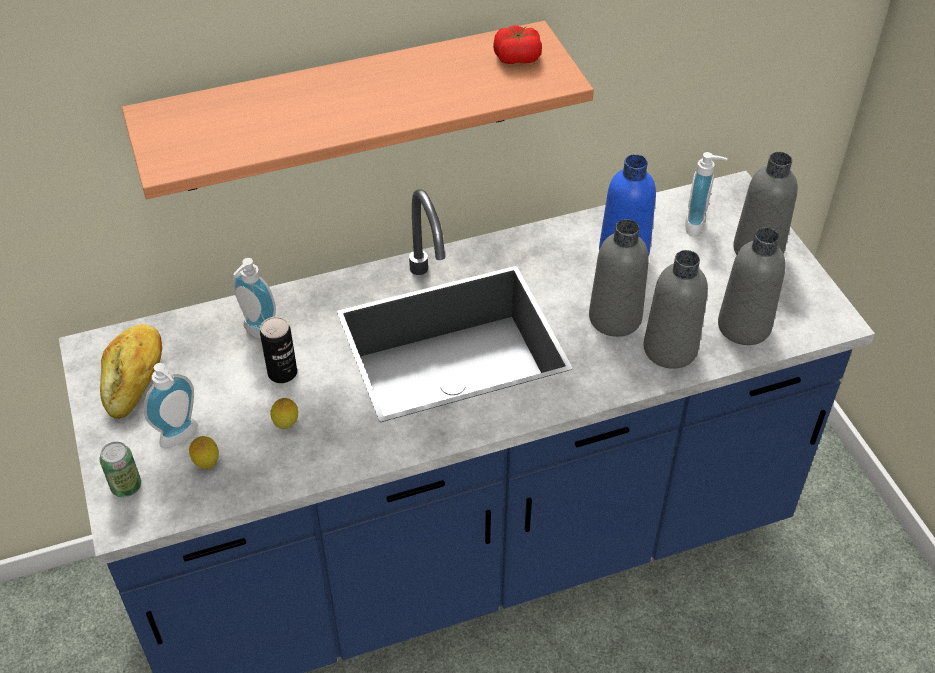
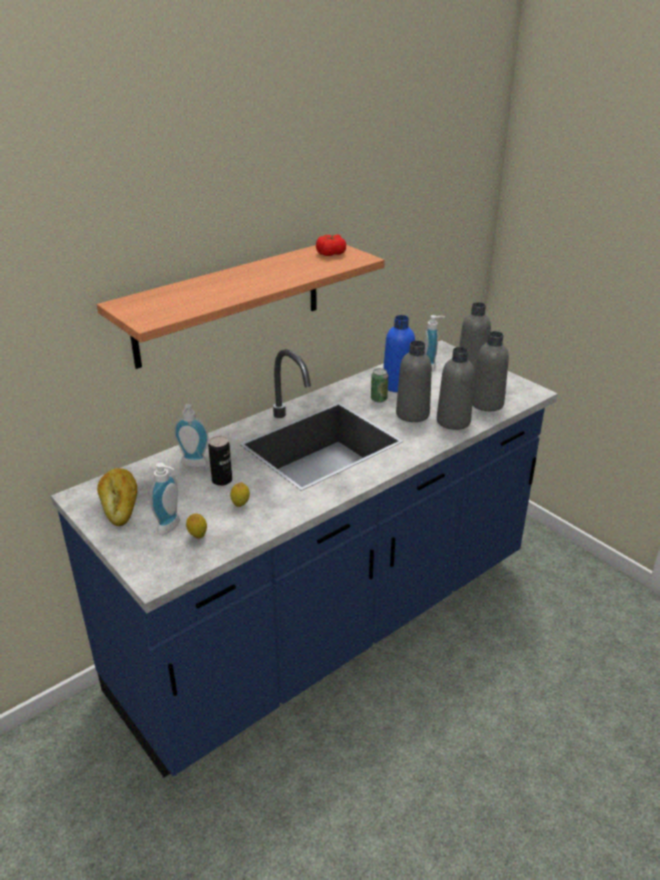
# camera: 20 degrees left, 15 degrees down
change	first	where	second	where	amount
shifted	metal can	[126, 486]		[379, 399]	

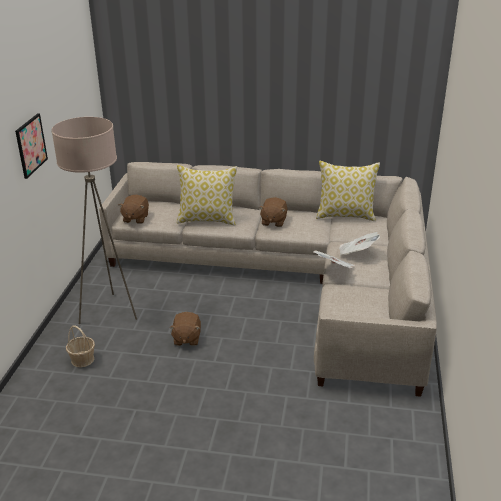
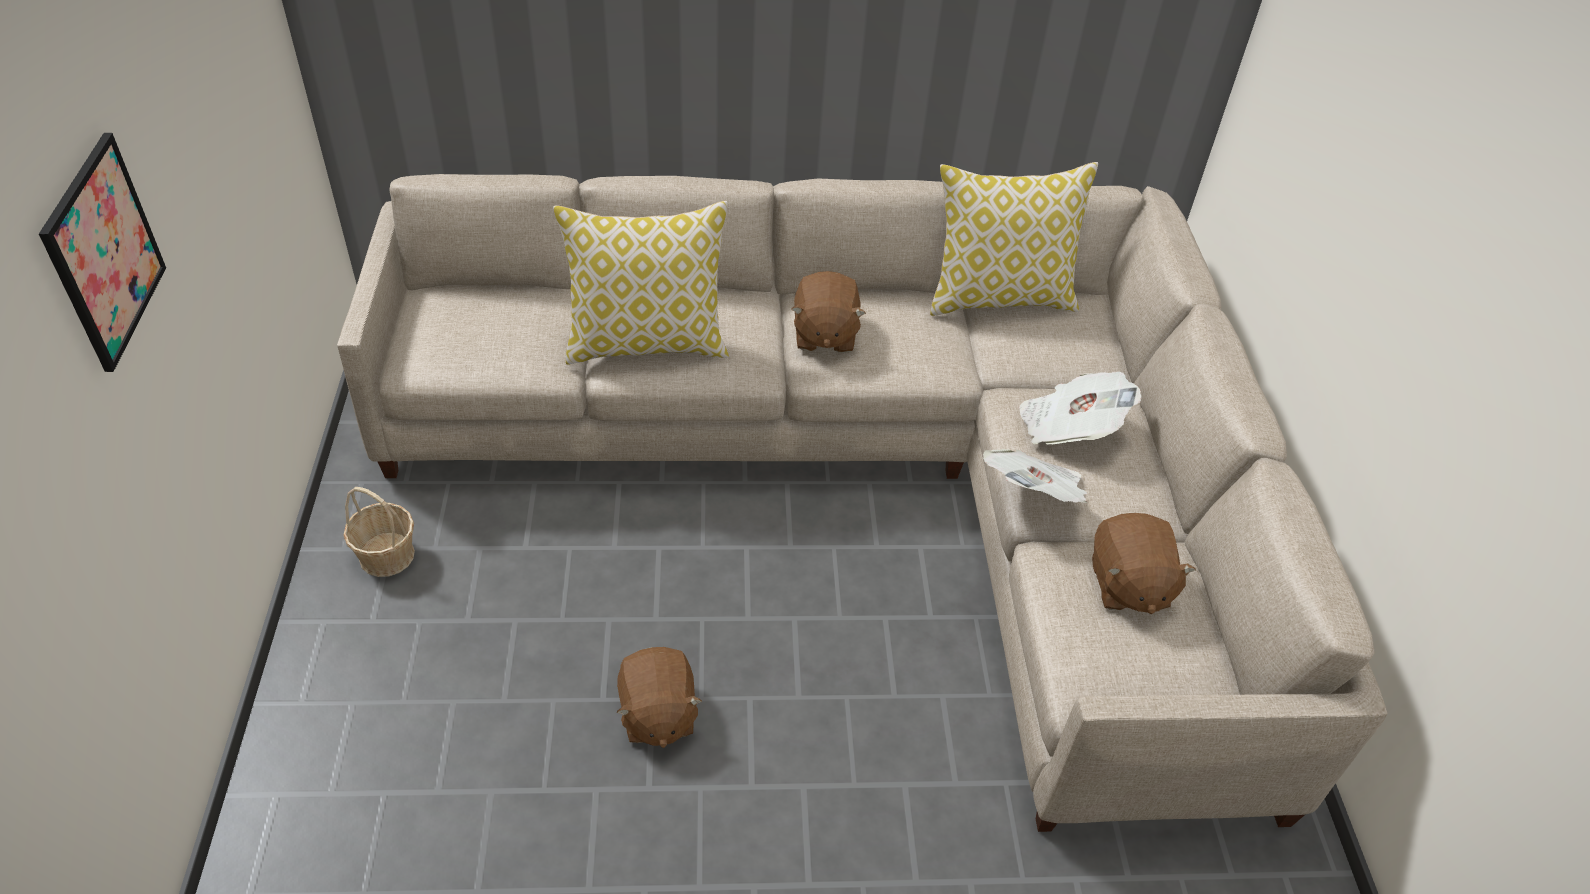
# camera: 15 degrees left, 15 degrees up
change	first	where	second	where	amount
gone	standing lamp (beige-coloured)	[109, 312]			
shifted	cuddly toy (brown-coloured)	[135, 218]		[1127, 585]	
shifted	storage basket	[82, 359]		[386, 555]	

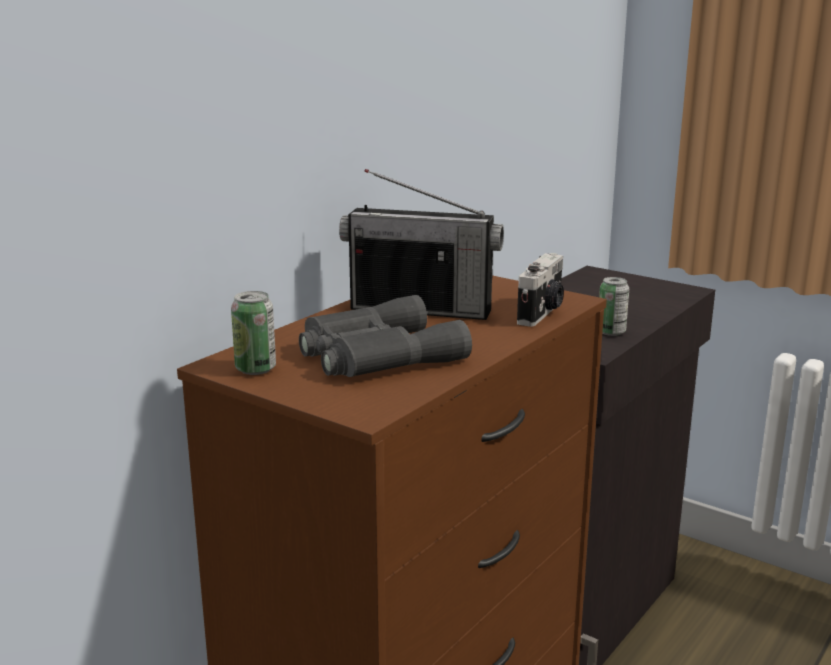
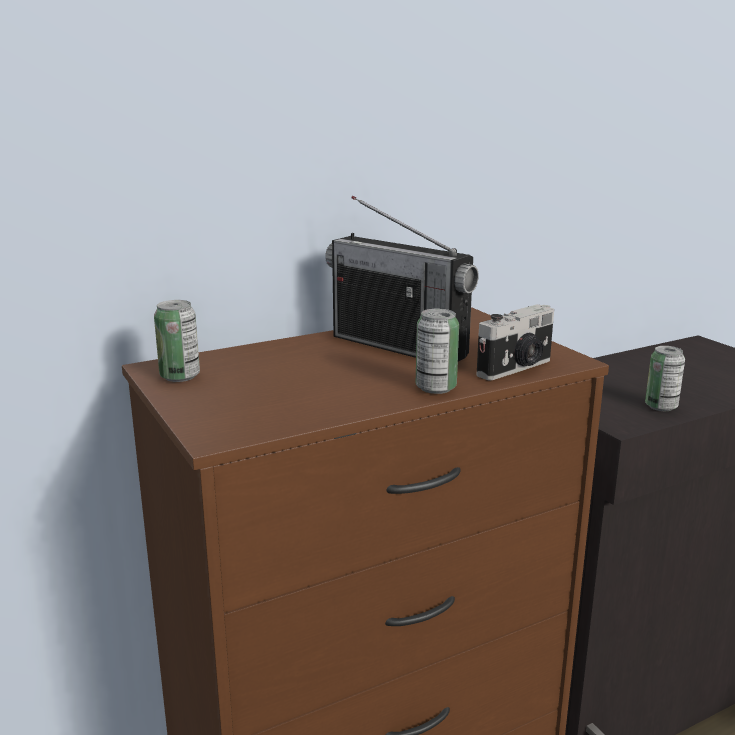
# camera: 25 degrees right, 0 degrees up
change	first	where	second	where	amount
gone	binoculars (greyish)	[375, 355]			
new			metal can	[435, 388]	

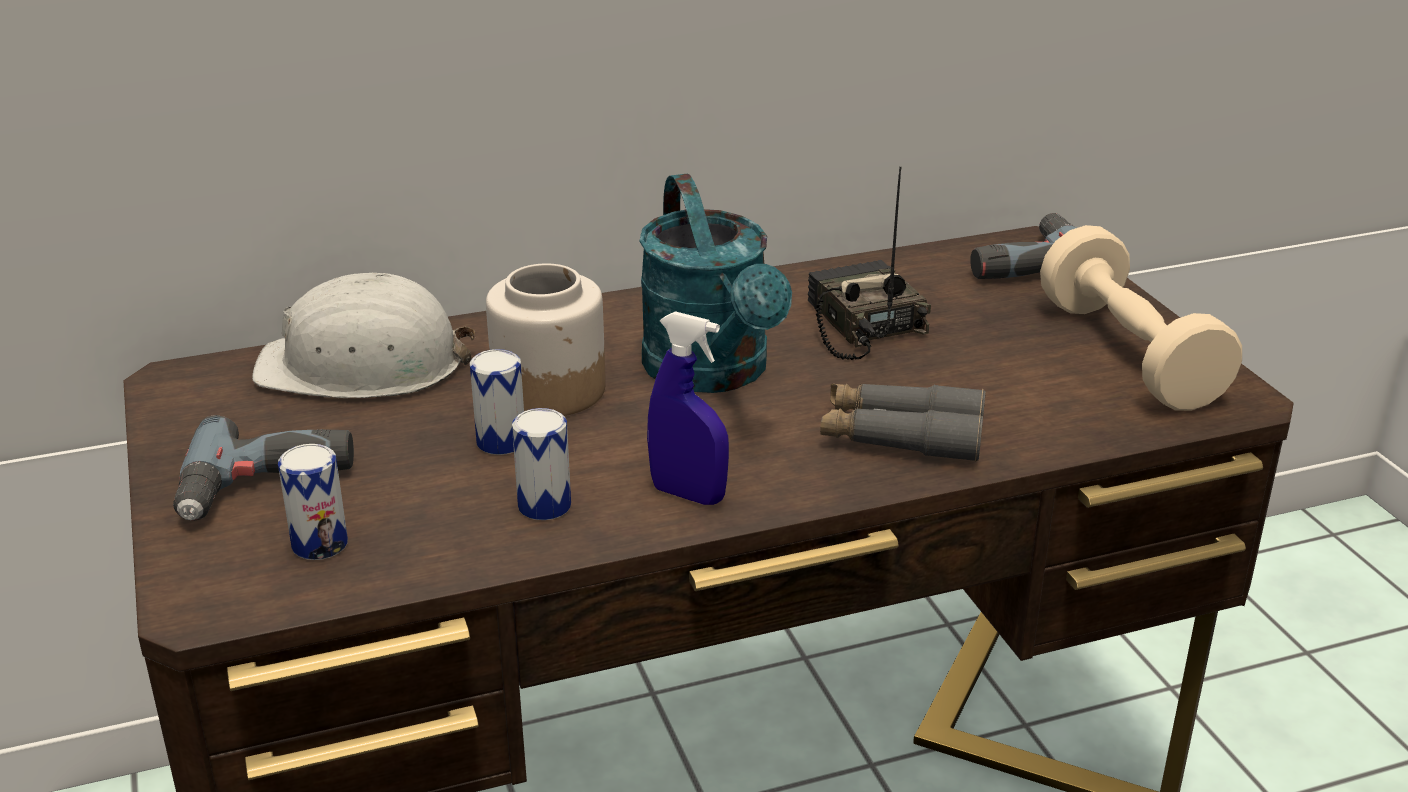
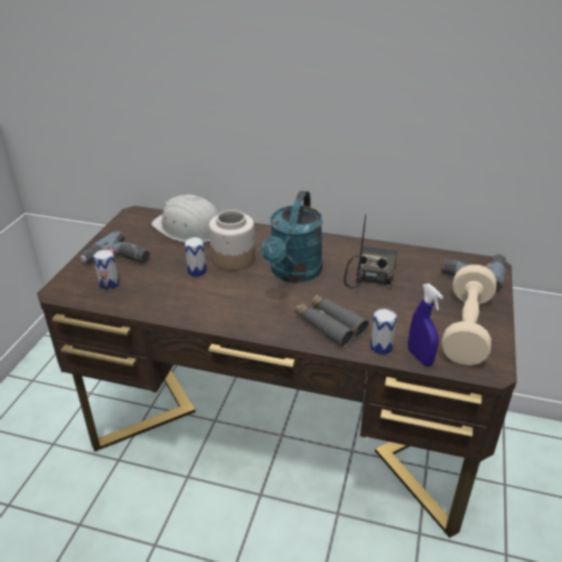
# camera: 35 degrees right, 5 degrees up
change	first	where	second	where	amount
shifted	sprayer (blue-coloured)	[688, 494]		[420, 357]	
shifted	metal can	[544, 505]		[381, 347]	

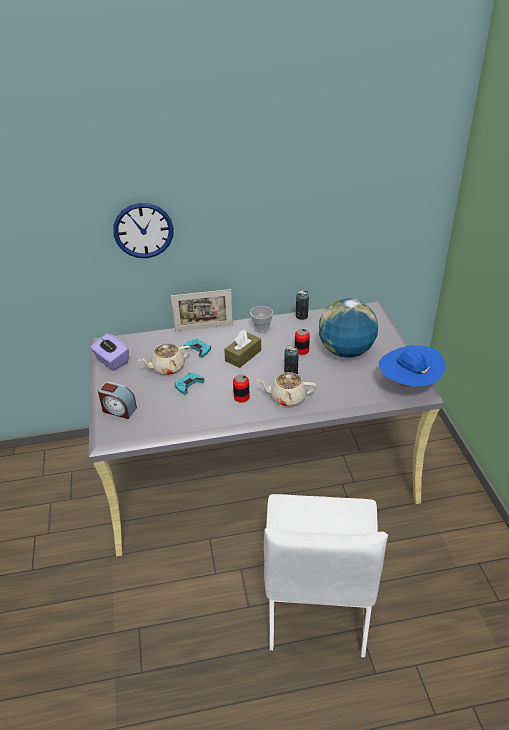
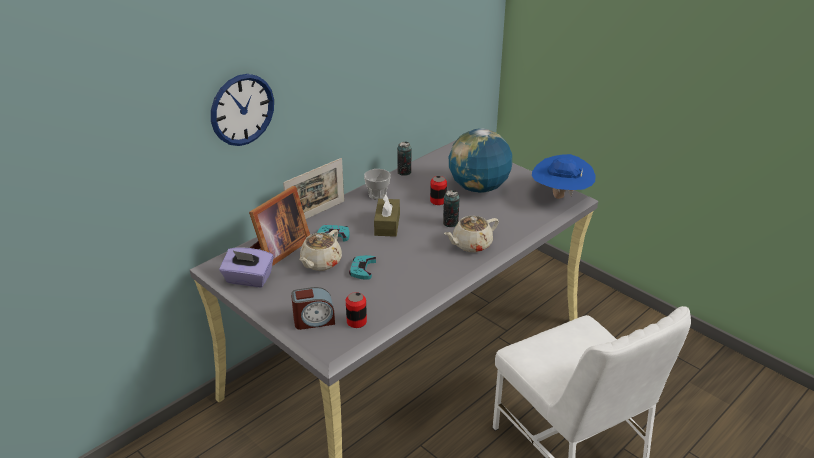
# camera: 35 degrees left, 5 degrees down
change	first	where	second	where	amount
shifted	metal can	[241, 397]		[356, 322]	
new			picture frame	[278, 250]	

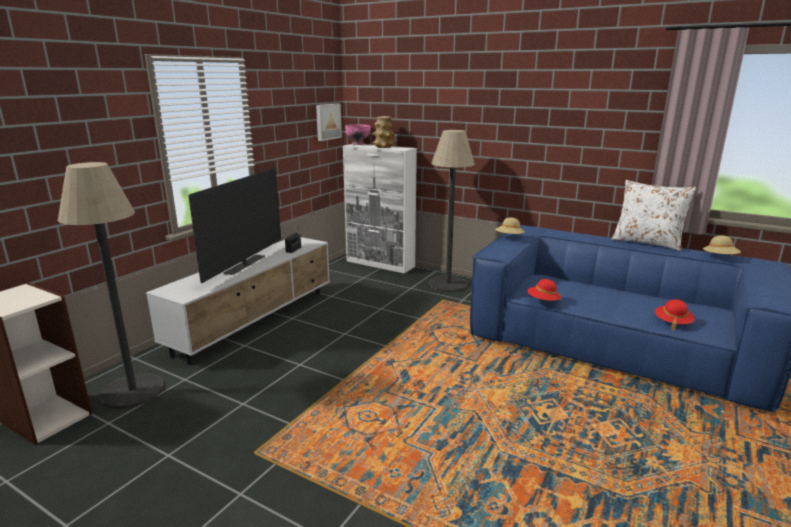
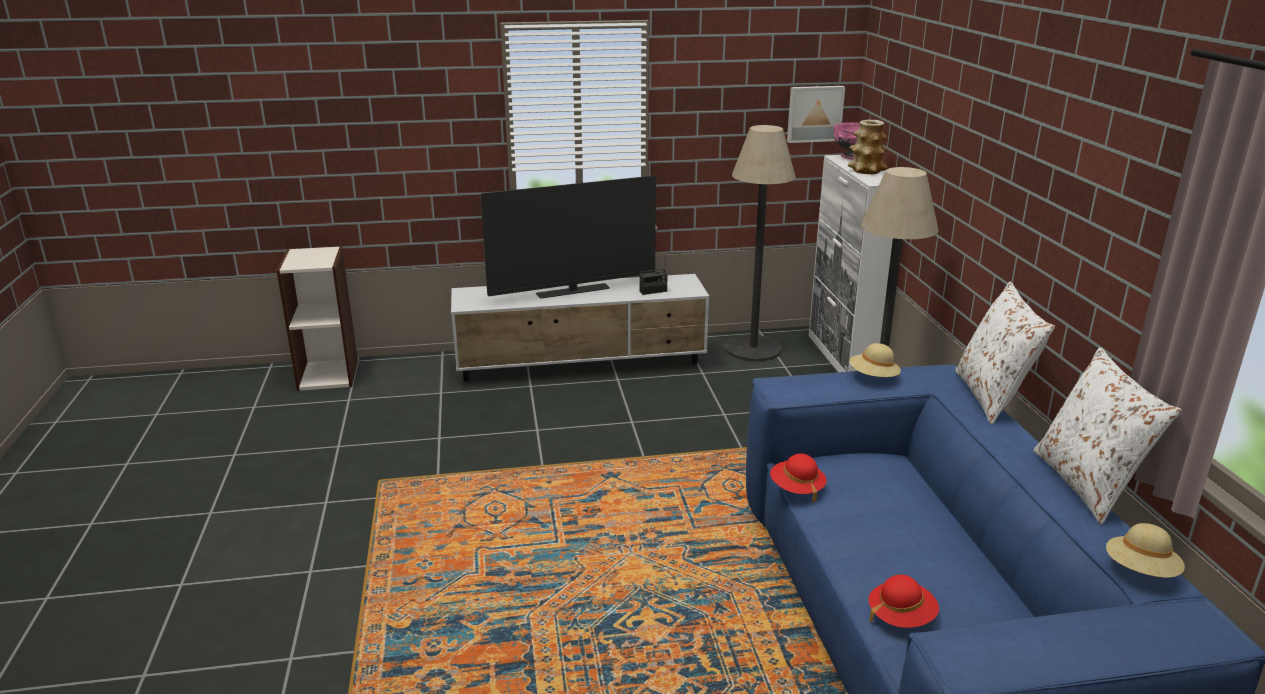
# camera: 50 degrees right, 5 degrees up
change	first	where	second	where	amount
shifted	standing lamp	[133, 391]		[753, 349]	
new			throw pillow (whitish)	[992, 397]	

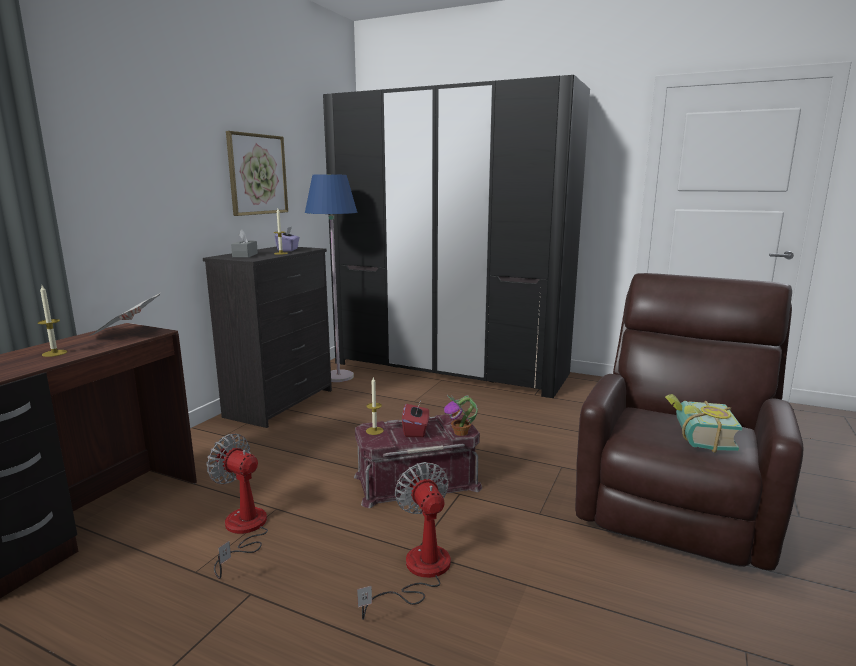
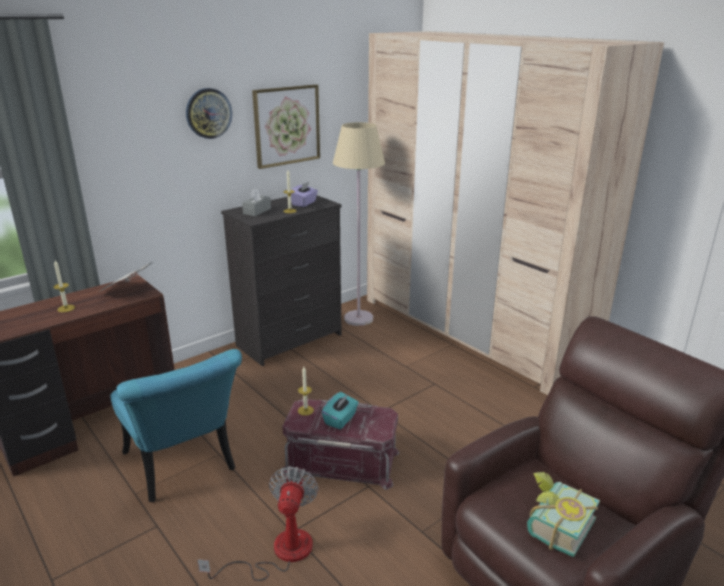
# camera: 25 degrees right, 10 degrees up
change	first	where	second	where	amount
repainted	wardrobe (blackish)	[449, 368]	wardrobe (beige-coloured)	[472, 330]	
repainted	standing lamp (blue-coloured)	[338, 377]	standing lamp (beige-coloured)	[359, 318]	
gone	plant in a pot	[461, 433]			
repainted	tissue holder (red-coloured)	[416, 430]	tissue holder (turquoise)	[340, 419]	
swapped	electric fan	[242, 531]	chair (turquoise)	[184, 468]	
new			wall clock	[208, 113]	

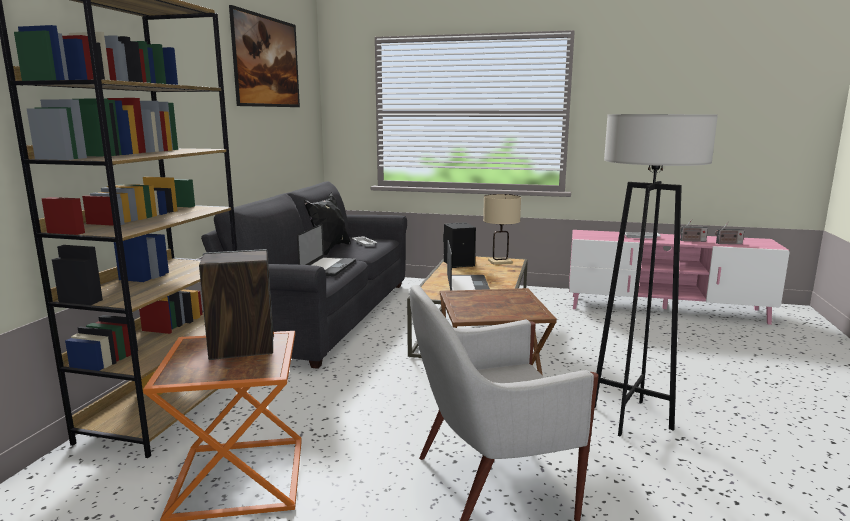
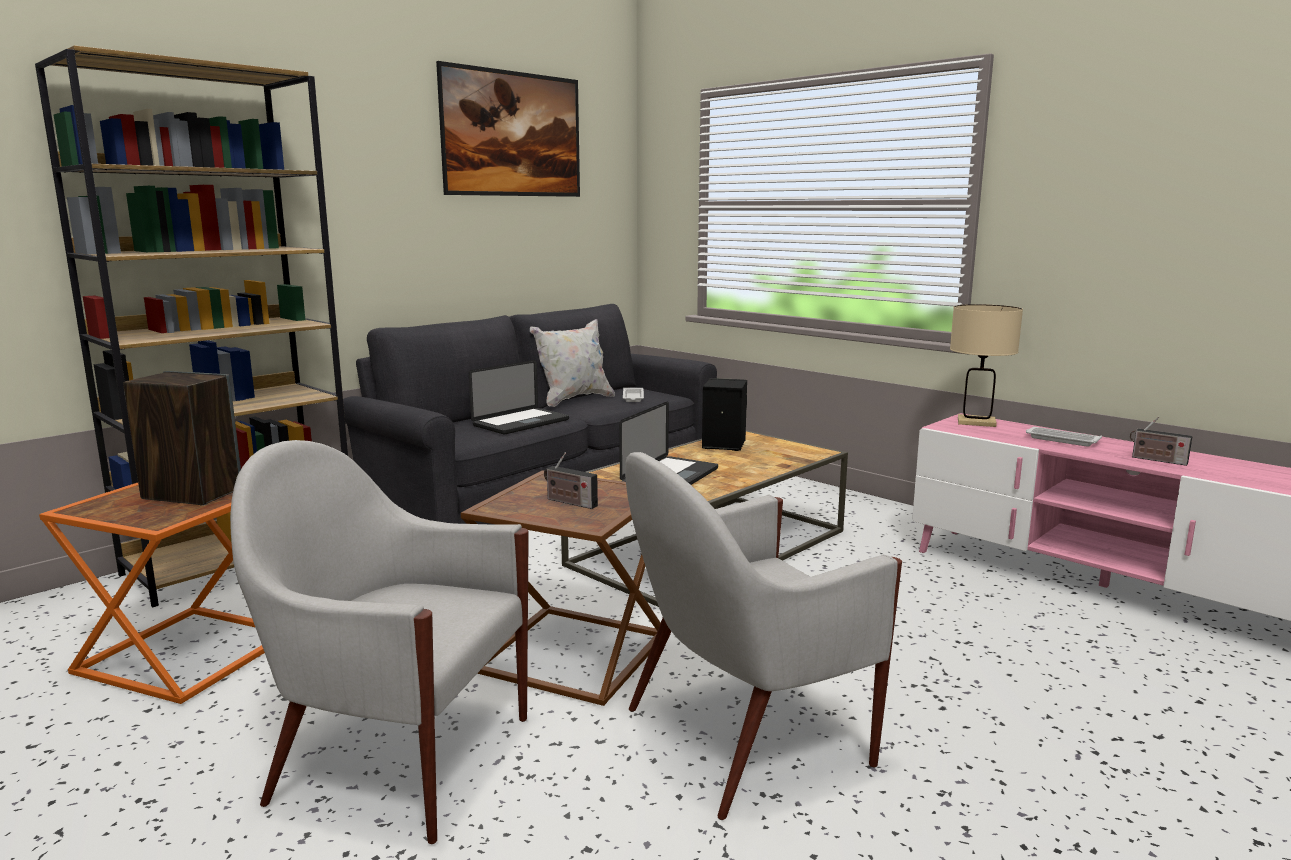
# camera: 30 degrees right, 0 degrees up
change	first	where	second	where	amount
swapped	standing lamp (greyish)	[631, 418]	lounge chair (whitish)	[740, 737]	
repainted	throw pillow (blackish)	[329, 249]	throw pillow (whitish)	[574, 400]	
shifted	tabletop lamp (beige-coloured)	[500, 262]		[976, 422]	
shifted	radio set	[728, 243]		[569, 502]	

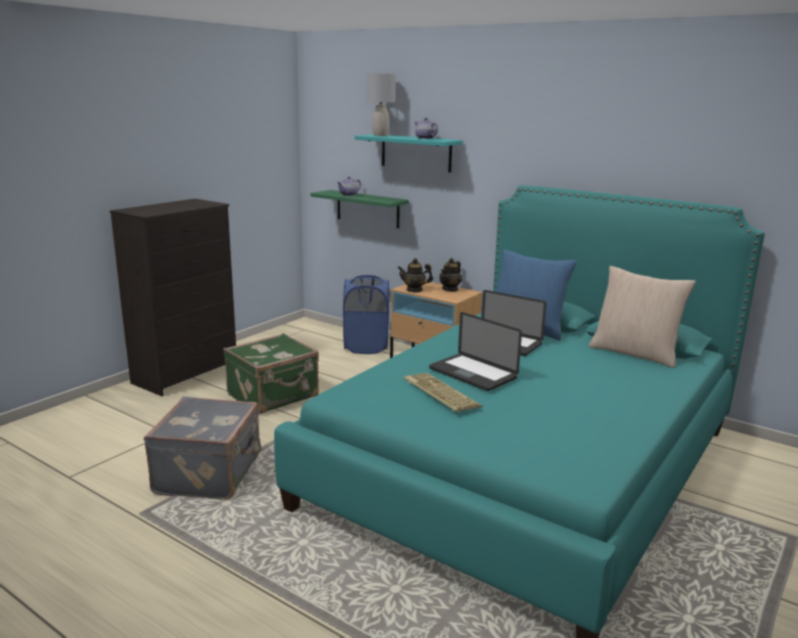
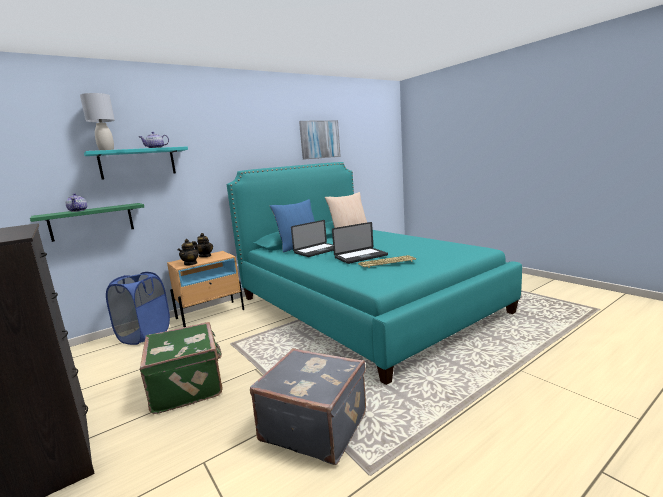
# camera: 70 degrees left, 5 degrees down
change	first	where	second	where	amount
new			wall picture	[319, 139]	

